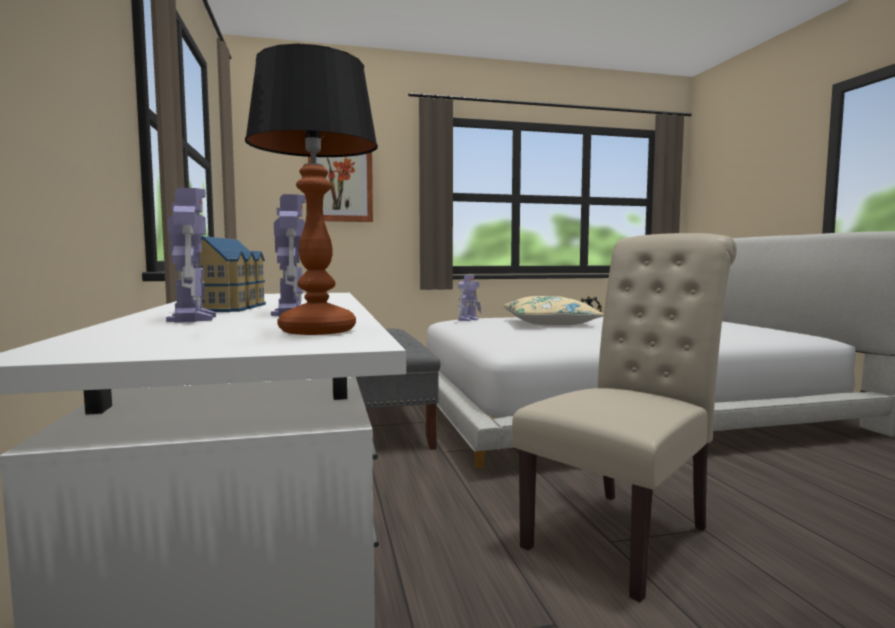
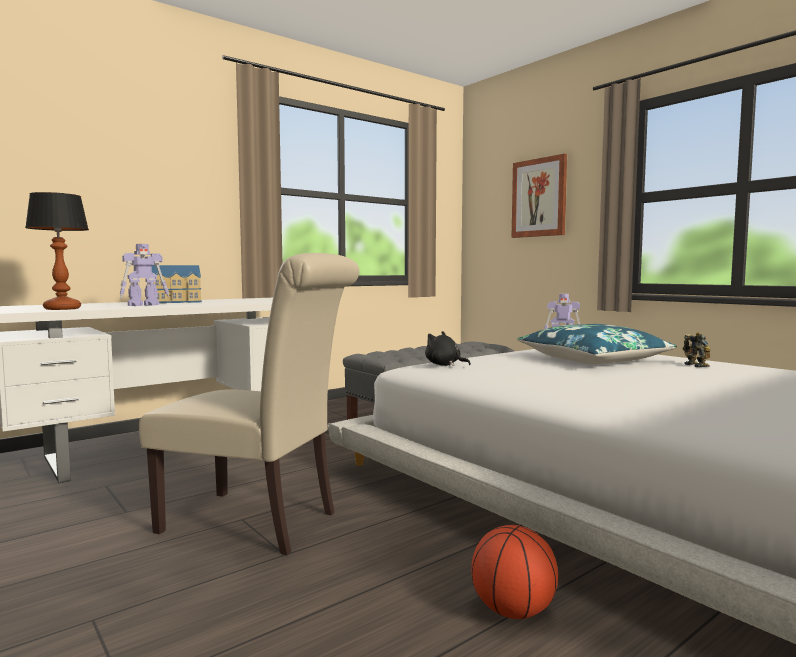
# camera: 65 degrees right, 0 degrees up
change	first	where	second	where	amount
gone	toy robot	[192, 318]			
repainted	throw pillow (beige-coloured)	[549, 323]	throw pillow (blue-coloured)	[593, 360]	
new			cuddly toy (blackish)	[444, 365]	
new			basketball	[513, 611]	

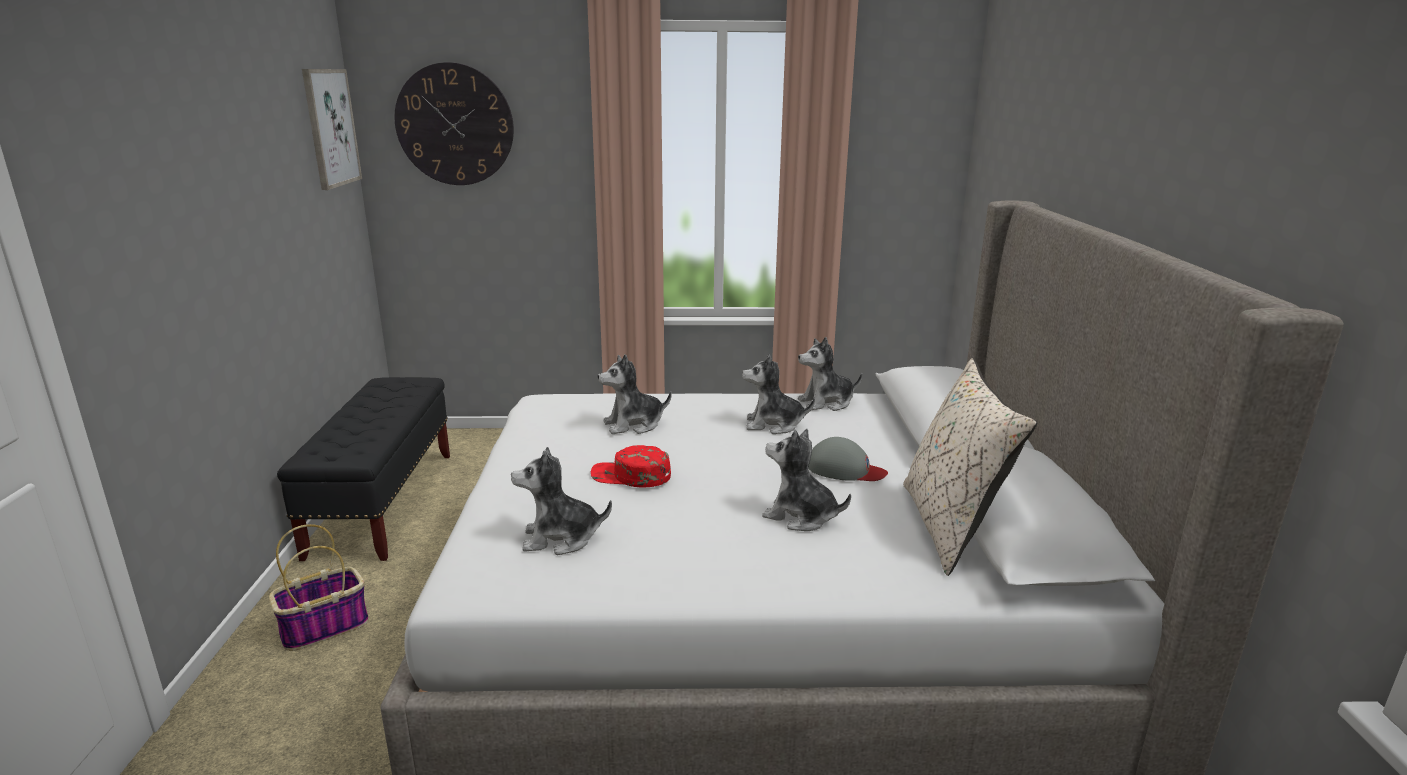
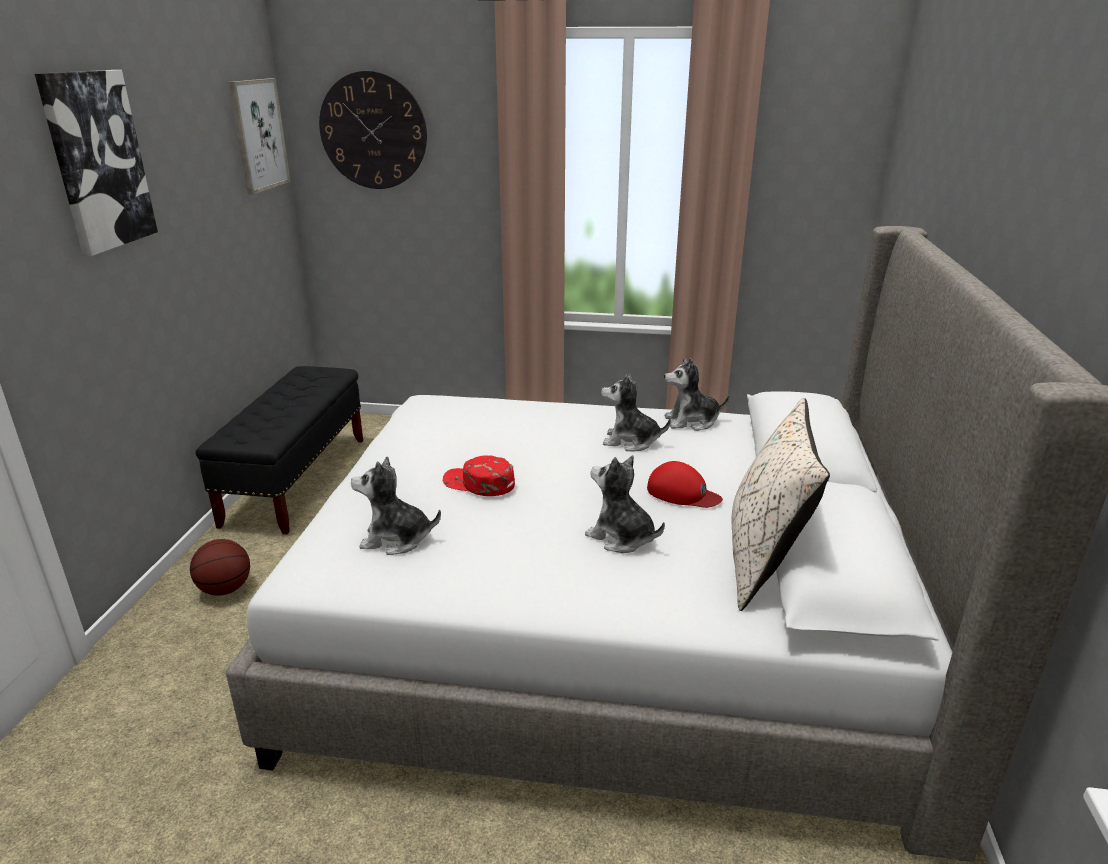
# camera: 10 degrees right, 5 degrees up
change	first	where	second	where	amount
gone	cuddly toy	[633, 425]			
repainted	cap (greyish)	[845, 469]	cap (red-coloured)	[682, 493]	
swapped	storage basket	[325, 627]	basketball	[225, 589]	
new			wall picture	[97, 161]	

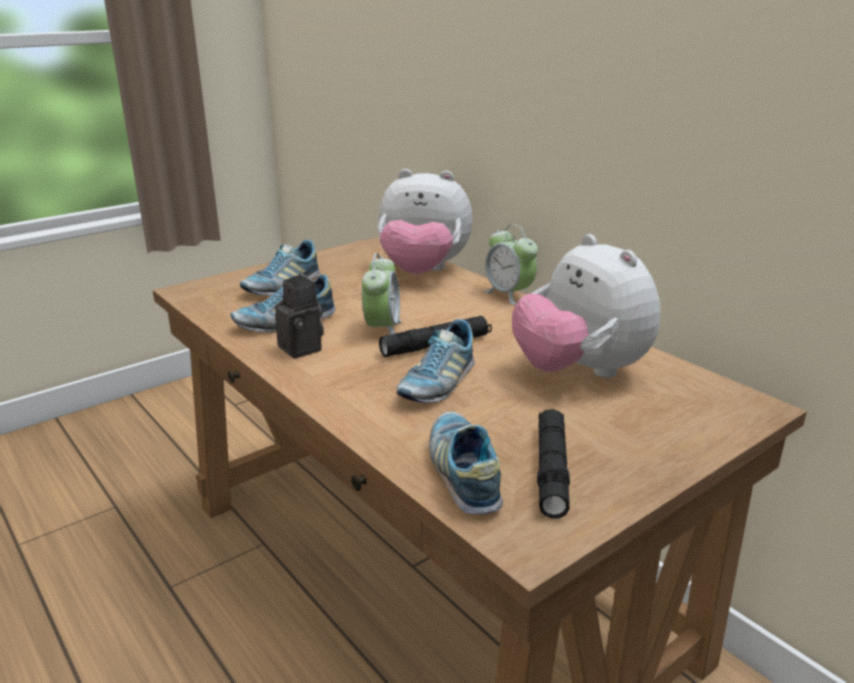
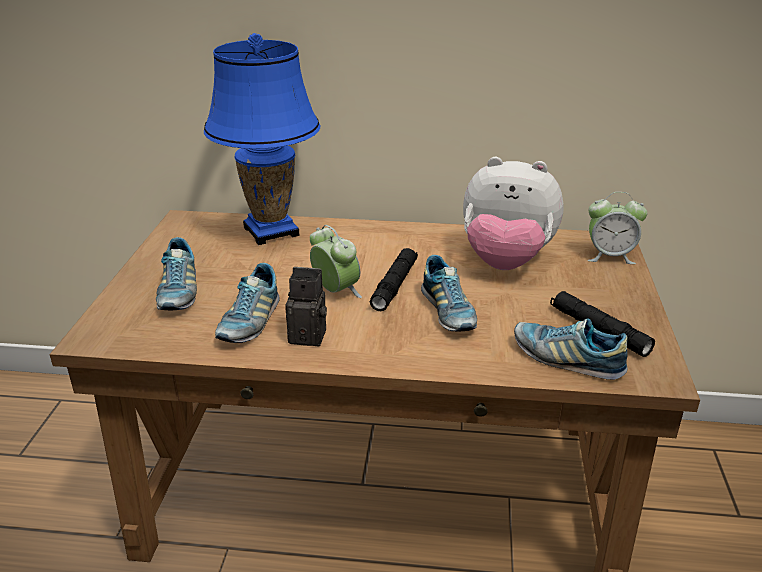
# camera: 45 degrees left, 5 degrees up
change	first	where	second	where	amount
swapped	cuddly toy	[423, 272]	tabletop lamp (blue-coloured)	[271, 231]	
shifted	alarm clock	[509, 295]		[610, 256]	

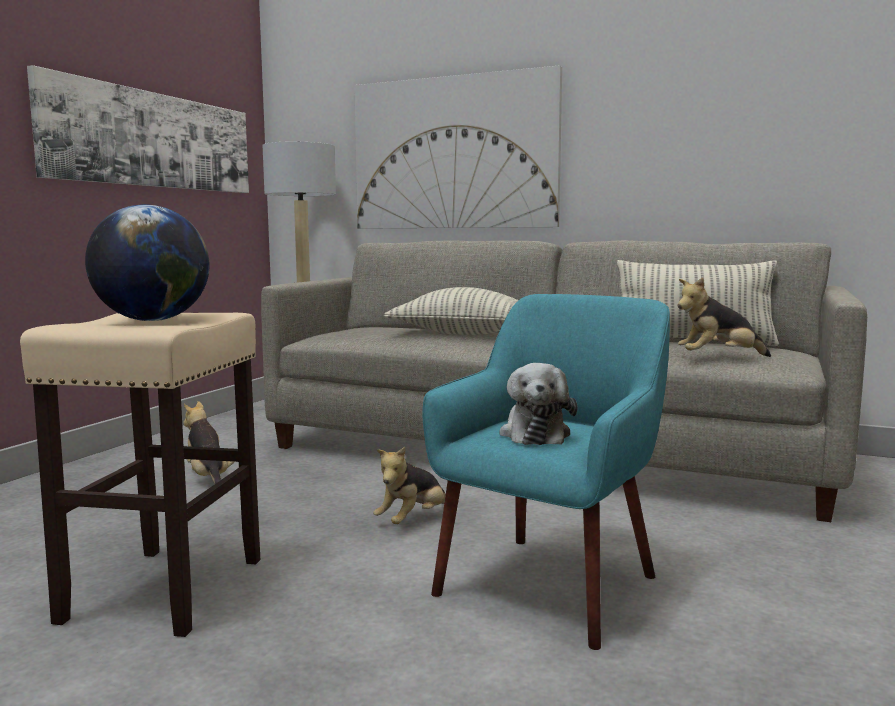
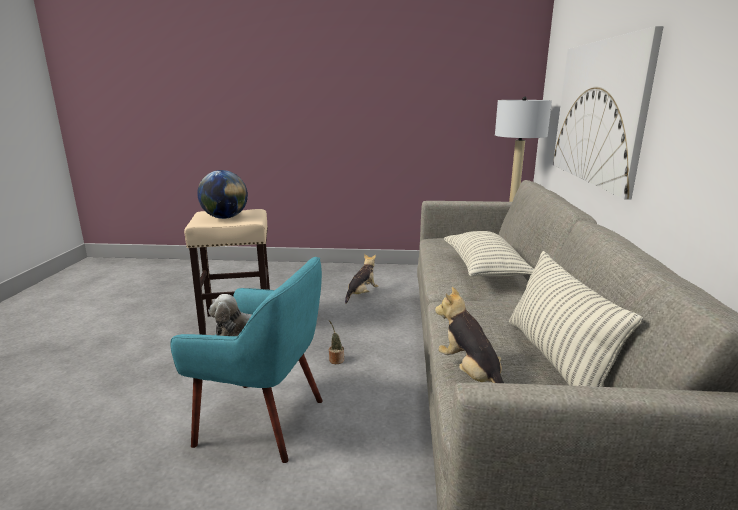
# camera: 70 degrees right, 10 degrees up
change	first	where	second	where	amount
gone	wall picture	[154, 140]			
swapped	cuddly toy	[412, 520]	plant in a pot	[336, 359]	

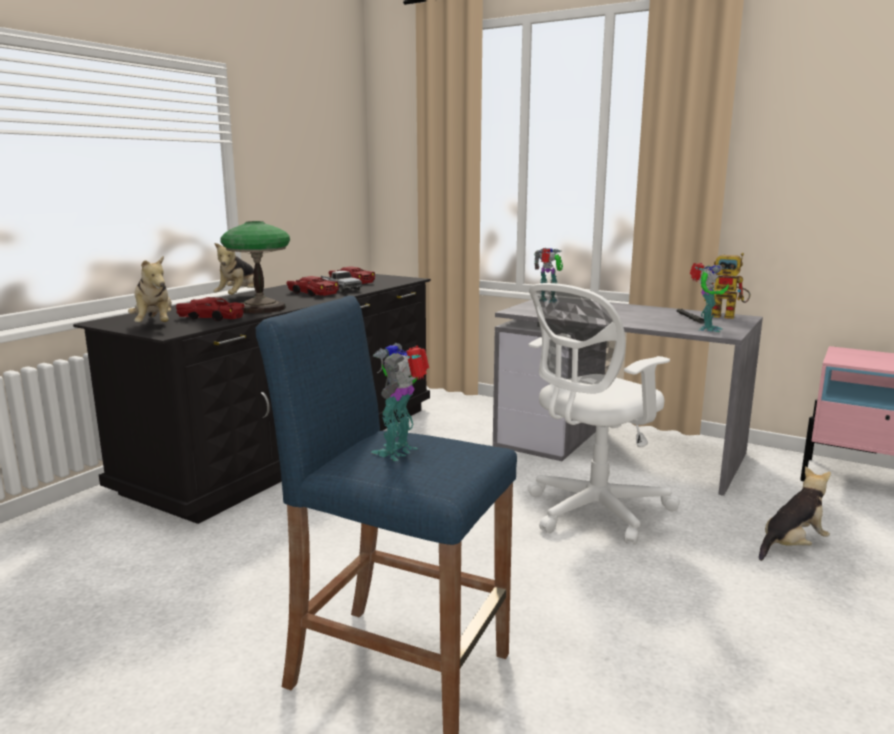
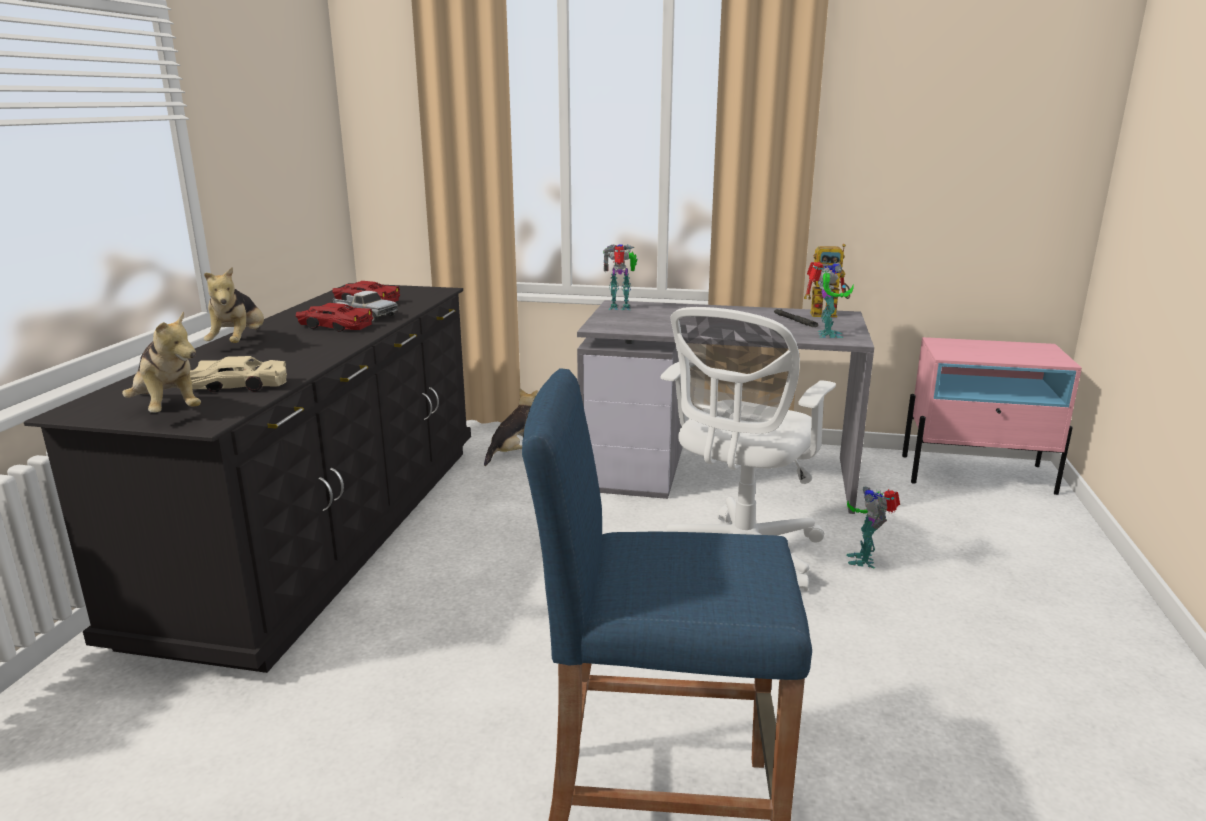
# camera: 20 degrees left, 5 degrees up
change	first	where	second	where	amount
gone	tabletop lamp	[261, 308]			
repainted	miniature car (red-coloured)	[212, 318]	miniature car (beige-coloured)	[239, 386]	
shifted	toy robot	[399, 451]		[865, 559]	
shifted	cuddly toy	[792, 545]		[514, 452]	

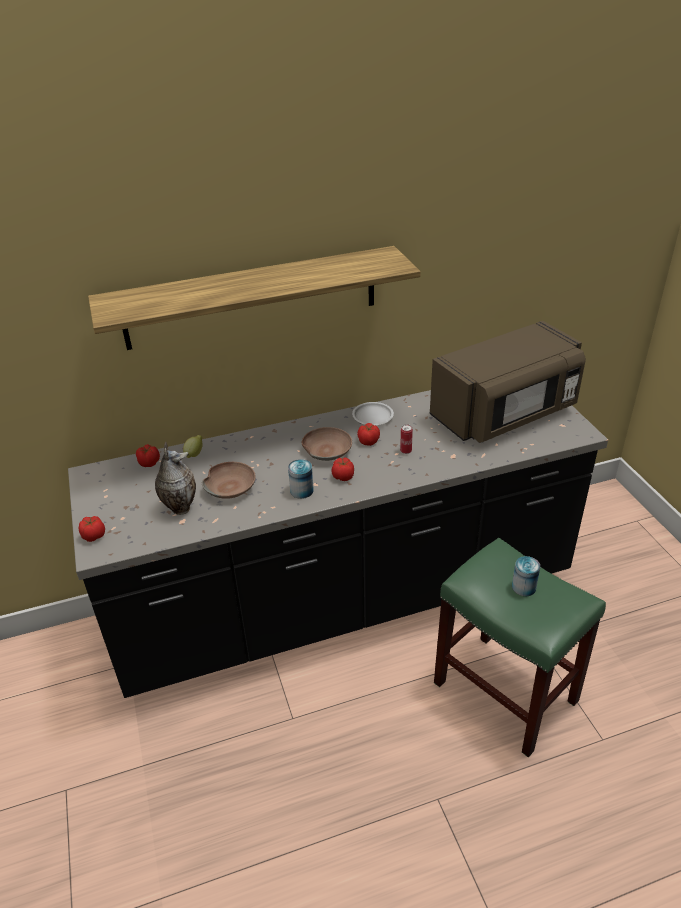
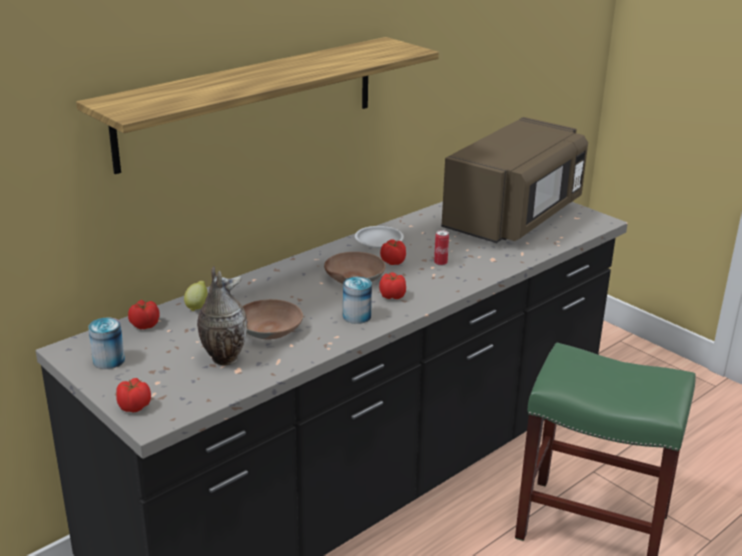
# camera: 25 degrees left, 10 degrees down
change	first	where	second	where	amount
shifted	metal can	[523, 587]		[109, 360]	

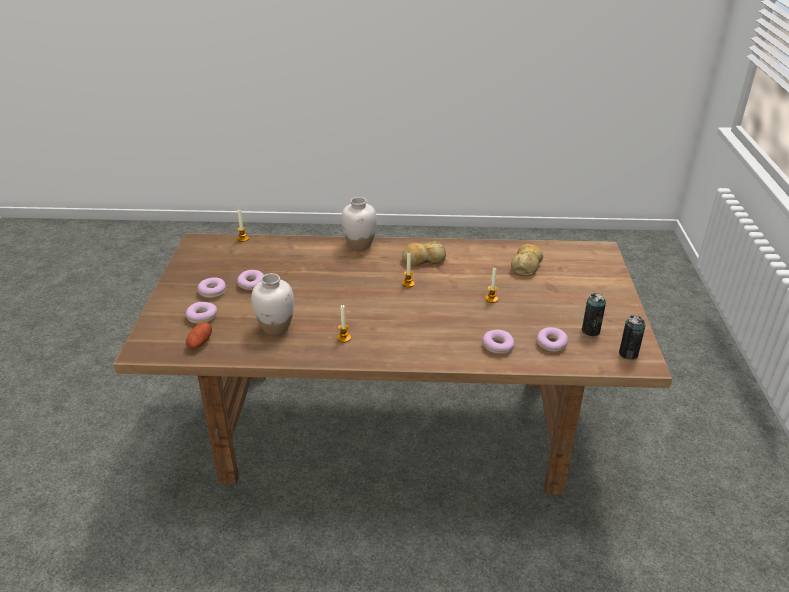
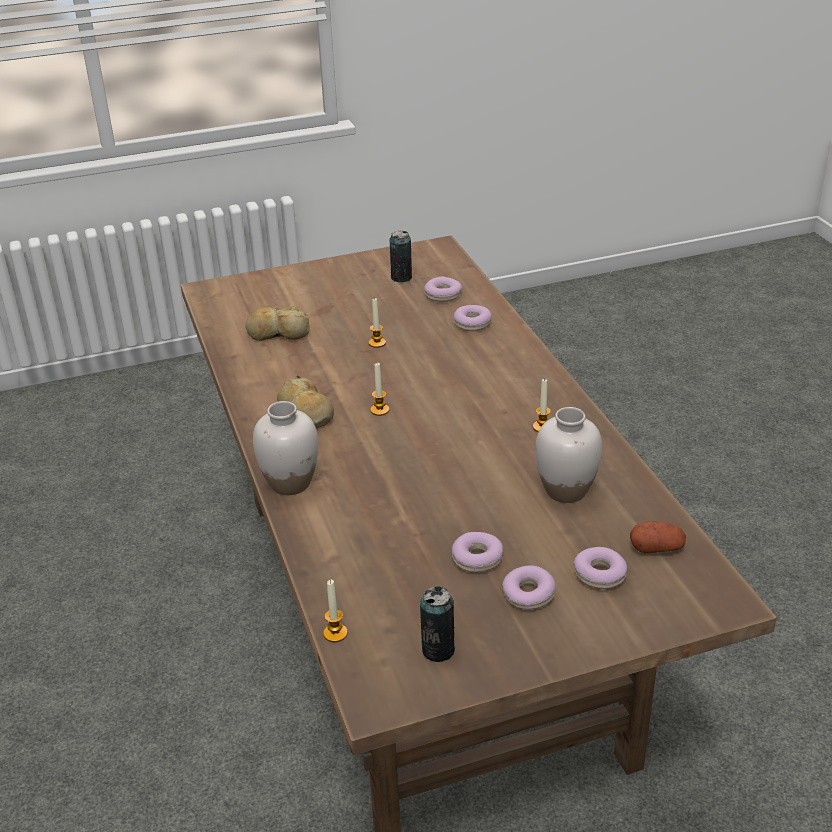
# camera: 110 degrees left, 0 degrees up
change	first	where	second	where	amount
shifted	metal can	[628, 354]		[438, 650]	

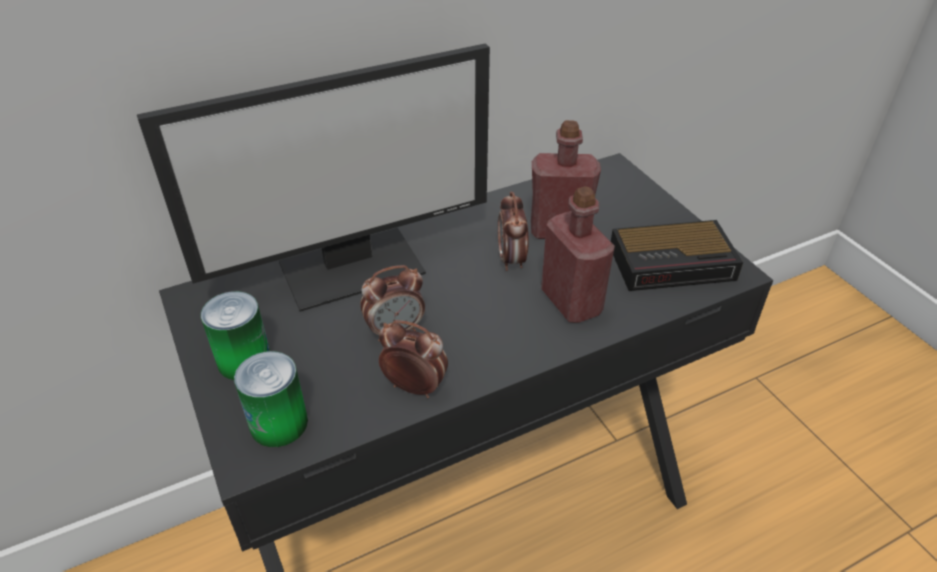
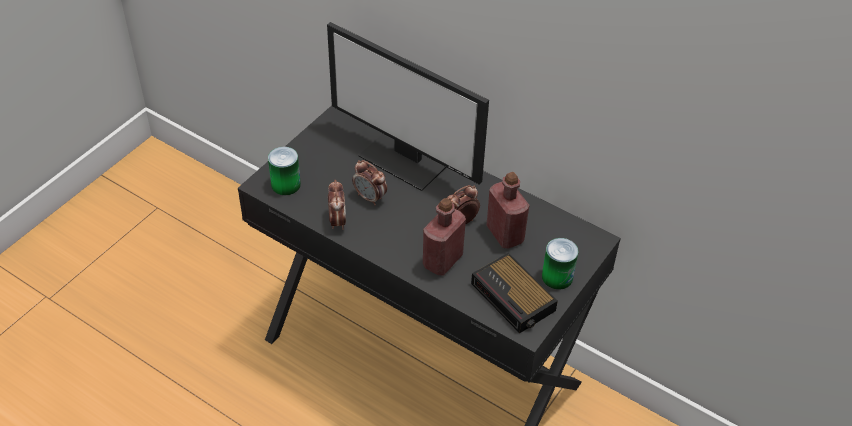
# camera: 60 degrees right, 5 degrees up
change	first	where	second	where	amount
shifted	metal can	[244, 360]		[557, 277]	

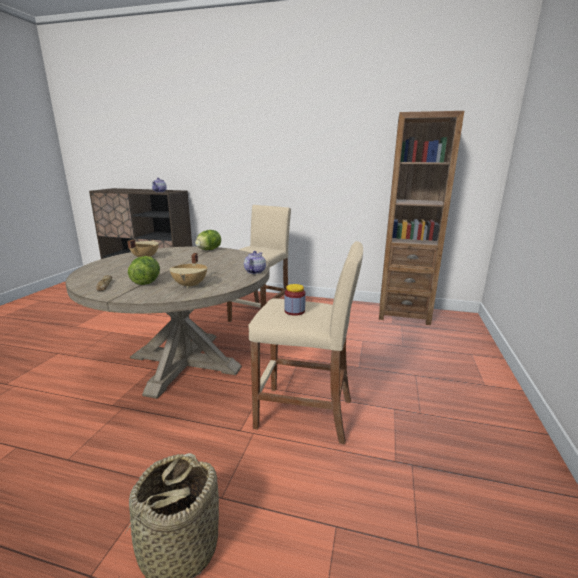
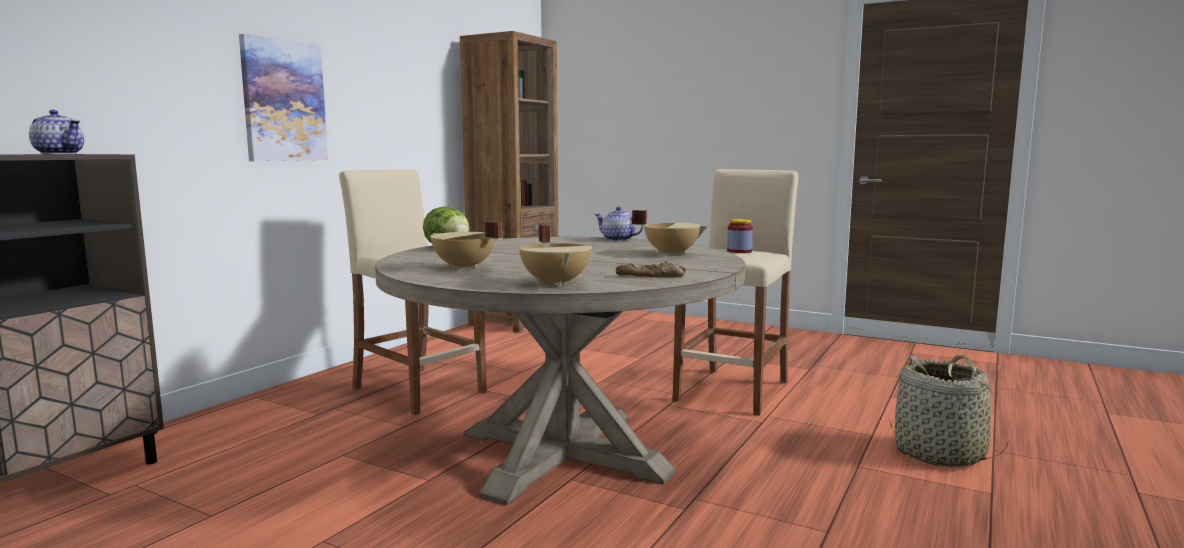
# camera: 75 degrees left, 10 degrees down
change	first	where	second	where	amount
gone	lettuce	[146, 282]			
new			wall picture	[283, 101]	
new			stockpot (beige-coloured)	[556, 283]	

